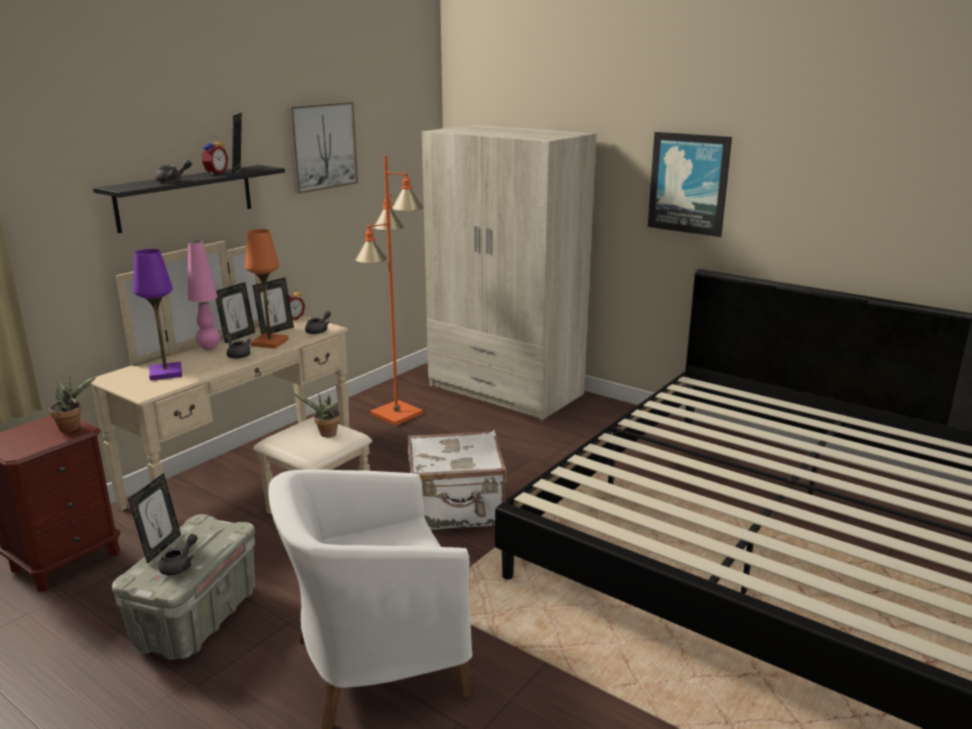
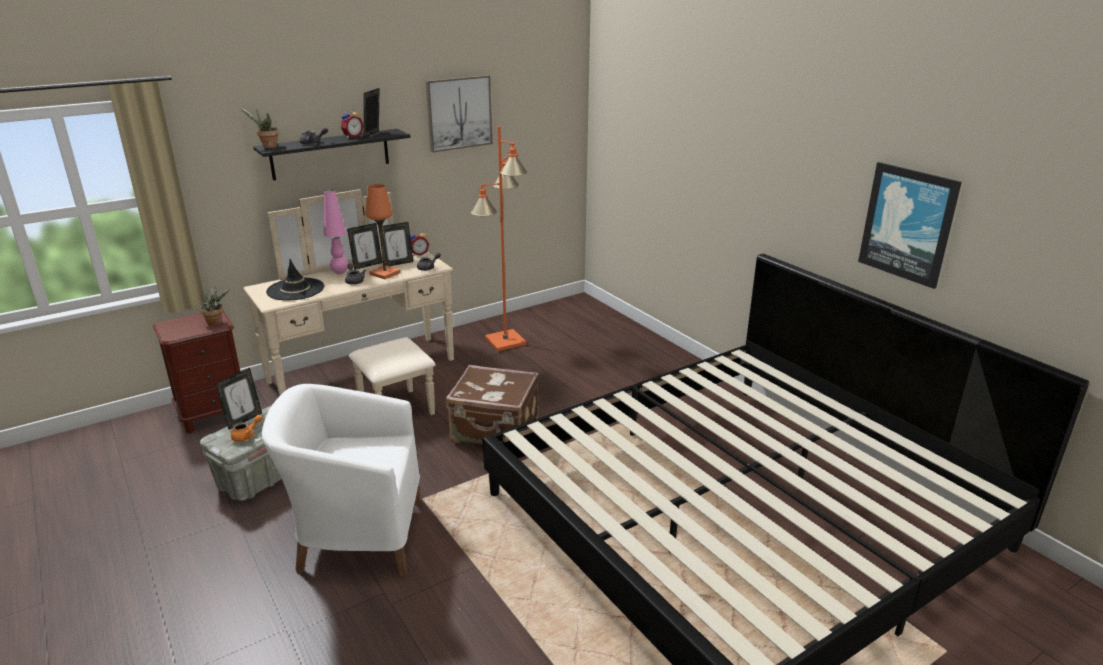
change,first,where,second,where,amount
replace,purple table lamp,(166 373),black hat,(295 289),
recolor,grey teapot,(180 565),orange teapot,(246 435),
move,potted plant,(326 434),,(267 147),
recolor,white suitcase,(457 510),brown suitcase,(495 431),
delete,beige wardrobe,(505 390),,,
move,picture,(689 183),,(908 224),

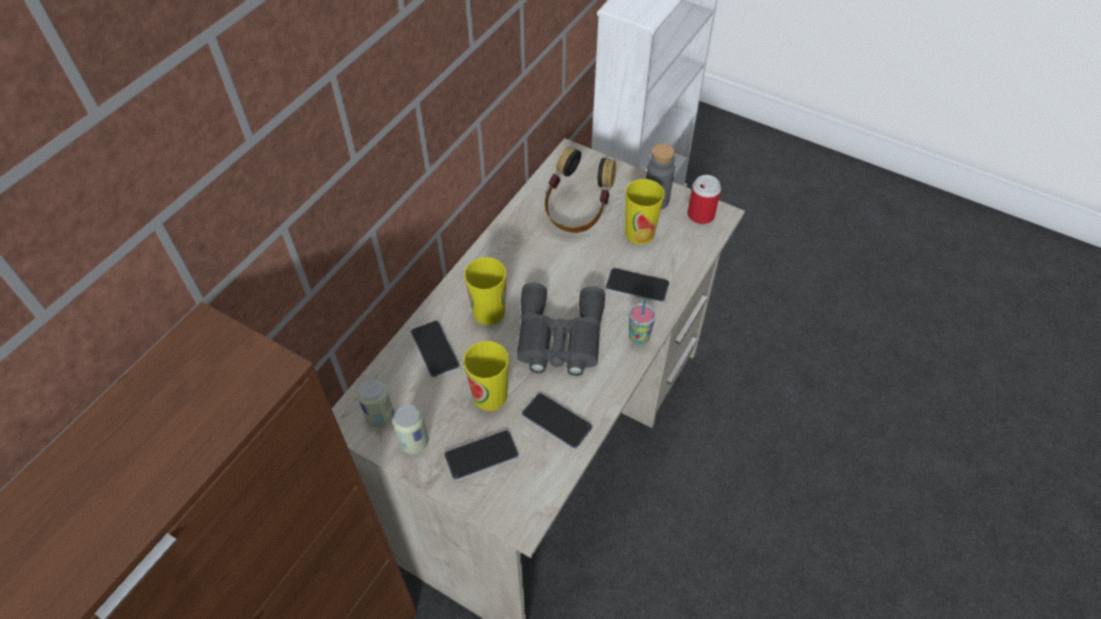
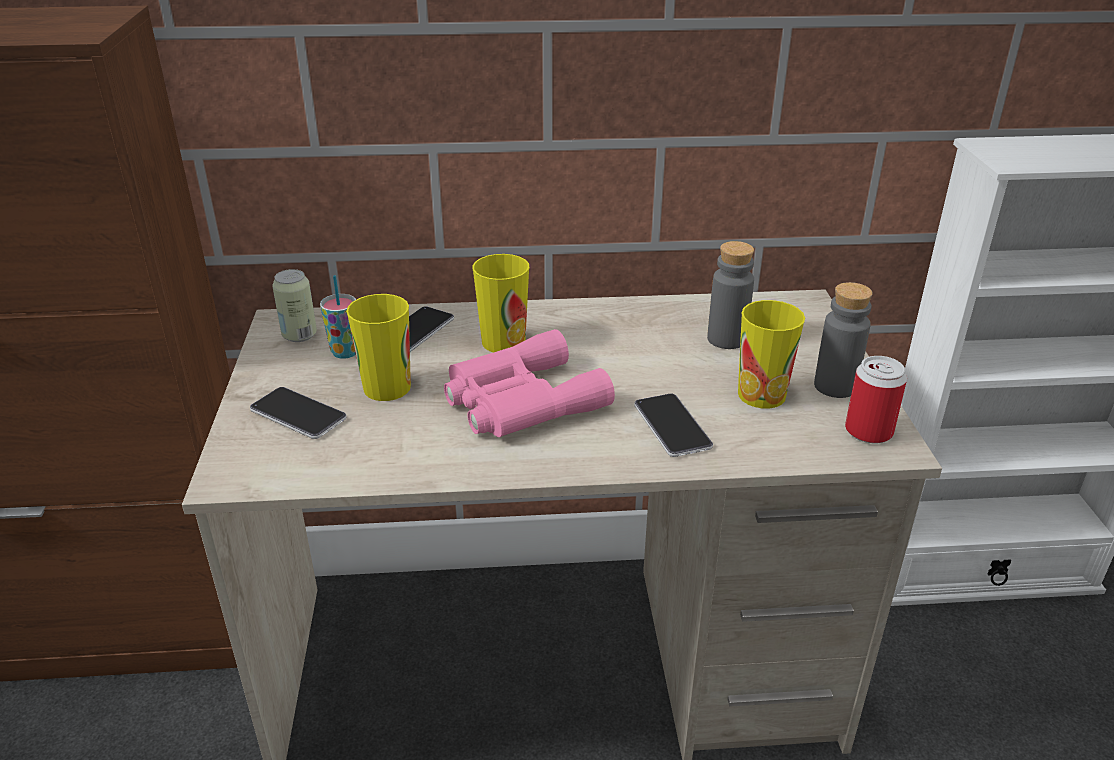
change,first,where,second,where,amount
delete,can,(414 442),,,
recolor,grey binoculars,(559 338),pink binoculars,(519 400),
delete,phone,(556 421),,,
replace,headphones,(577 212),grey bottle,(726 339),
move,cup,(638 338),,(345 352),

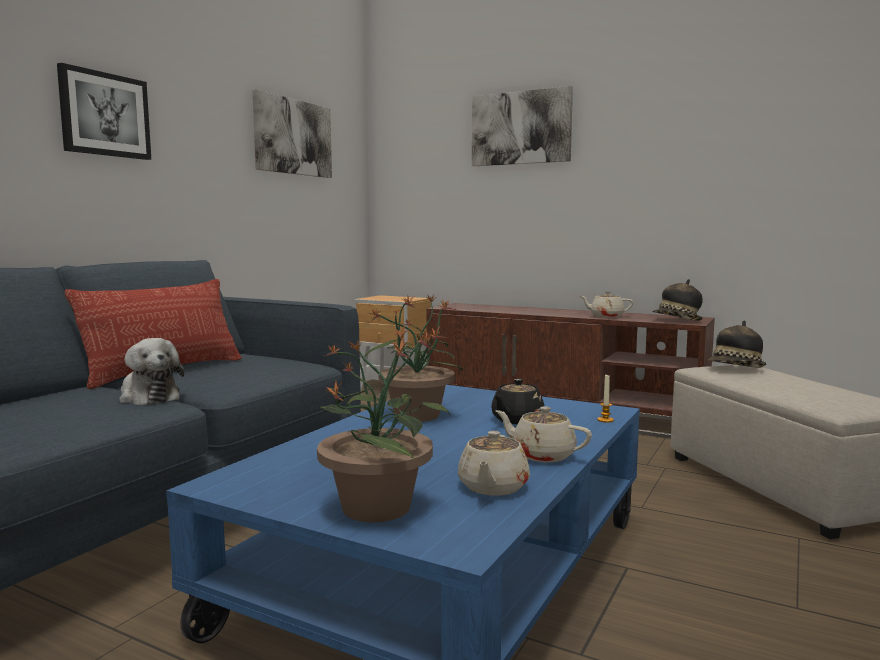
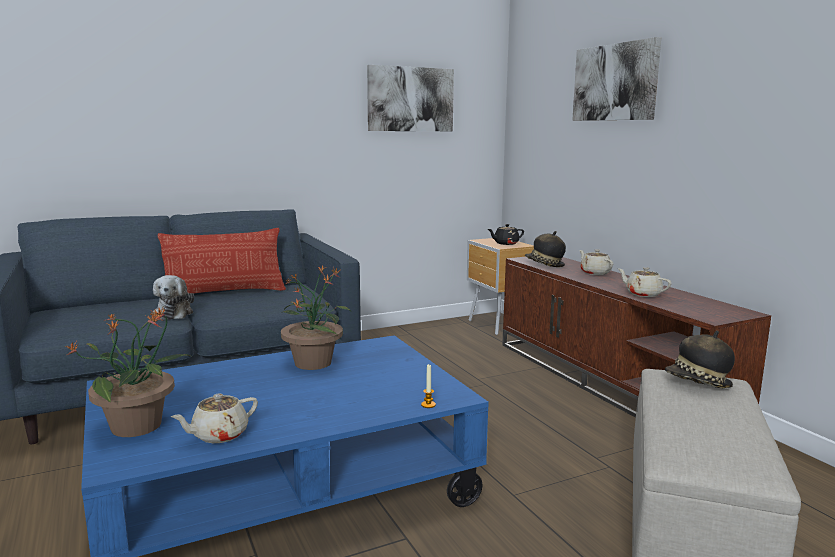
change,first,where,second,where,amount
delete,picture,(104 115),,,
move,black teapot,(516 420),,(505 243),
move,beige teapot,(542 455),,(594 273),
move,hat,(677 320),,(544 265),

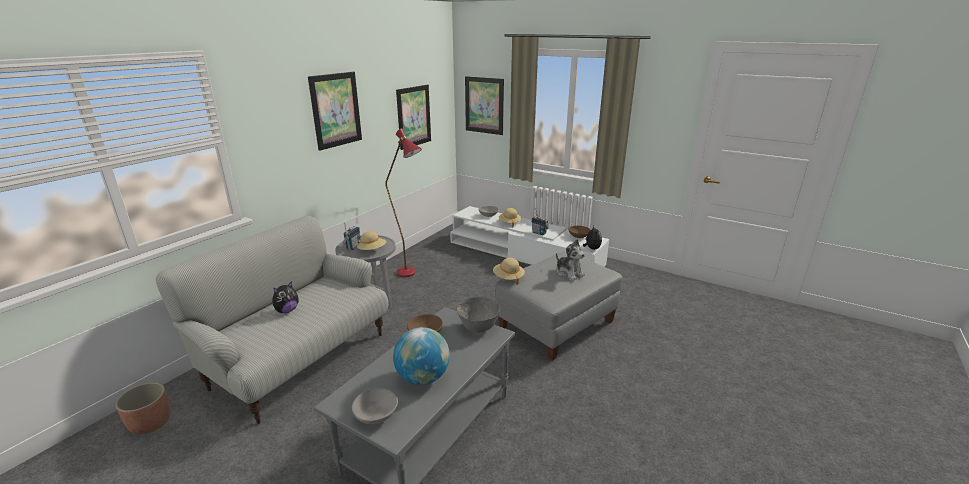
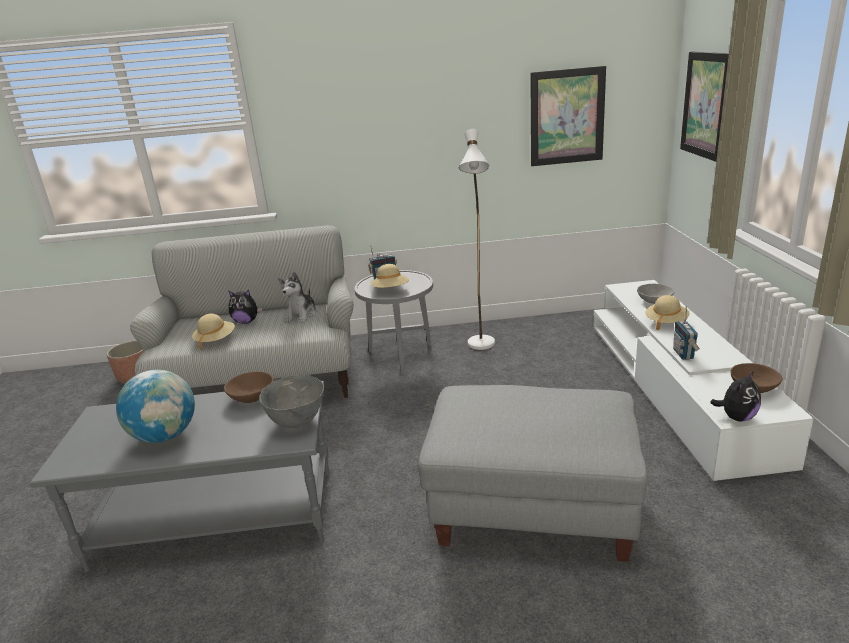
change,first,where,second,where,amount
delete,picture,(336 110),,,
delete,grey bowl,(376 415),,,
recolor,red floor lamp,(411 275),white floor lamp,(482 348),
move,beige hat,(508 278),,(215 340),
move,plush toy,(569 273),,(302 315),

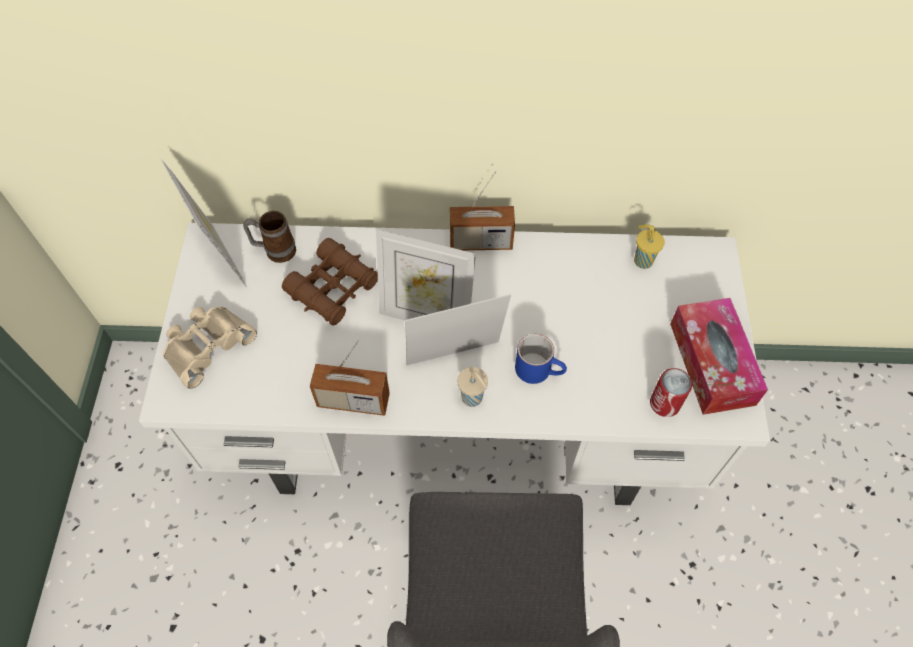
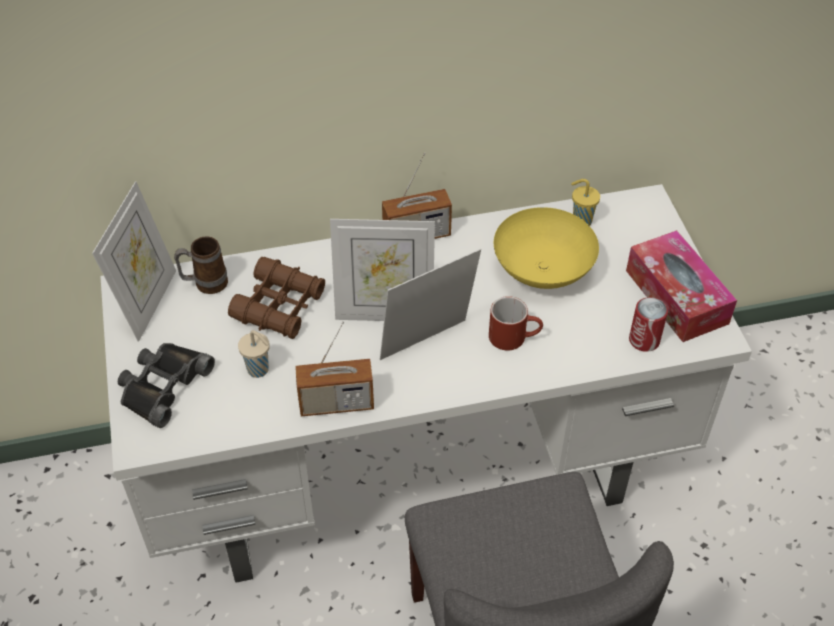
change,first,where,second,where,amount
rotate,picture frame,(220 259),,(148 303),60 degrees clockwise
recolor,beige binoculars,(206 345),black binoculars,(162 385),
move,beige cup,(473 398),,(259 370),
recolor,blue mug,(540 370),red mug,(514 336),
insert,,,yellow bowl,(542 272),

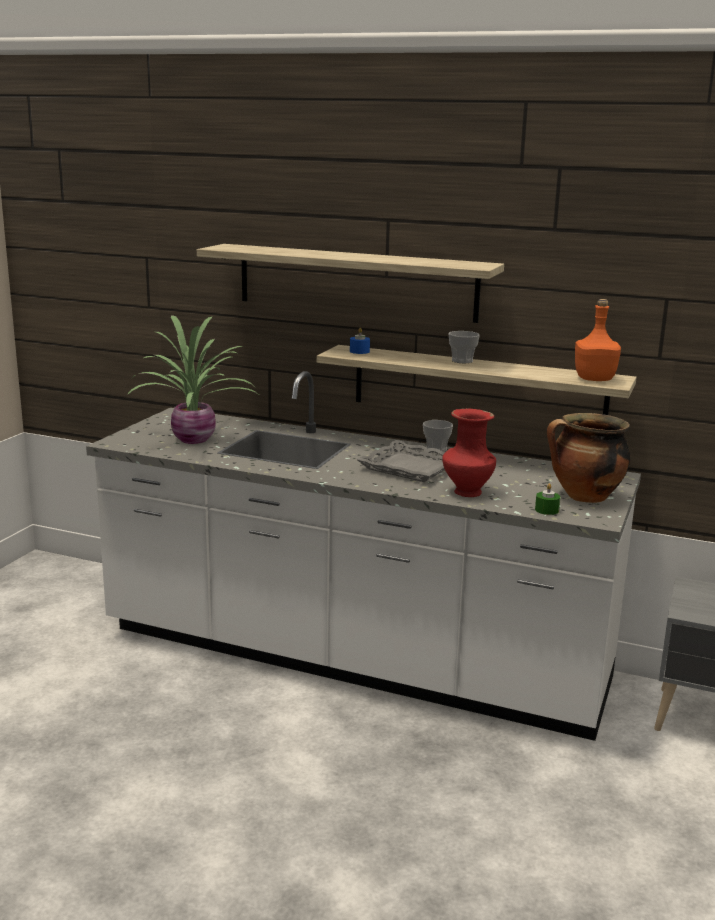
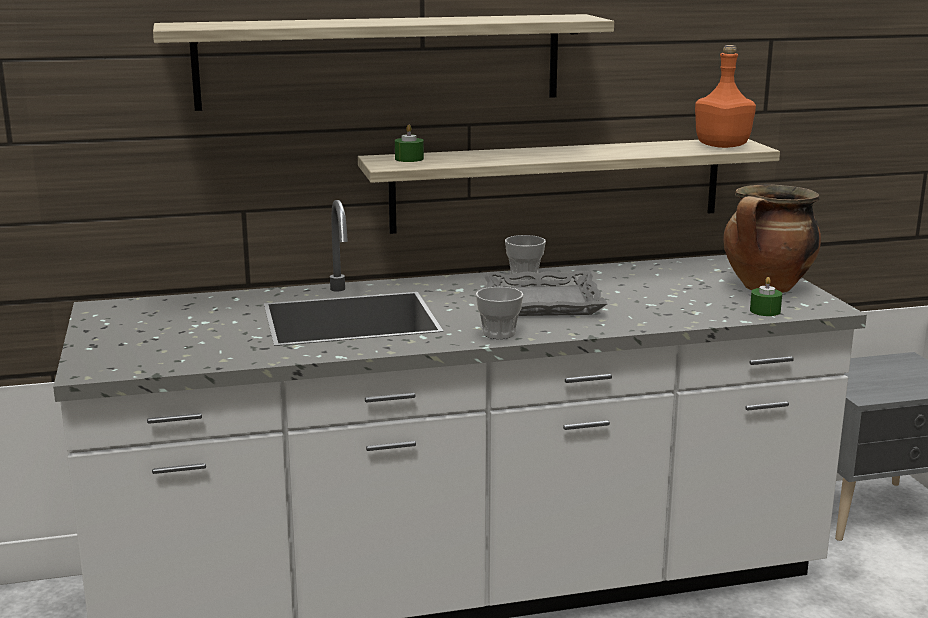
change,first,where,second,where,amount
delete,potted plant,(195 439),,,
recolor,blue candle,(359 351),green candle,(409 159),
delete,red vase,(466 492),,,
move,cup,(462 361),,(499 333),

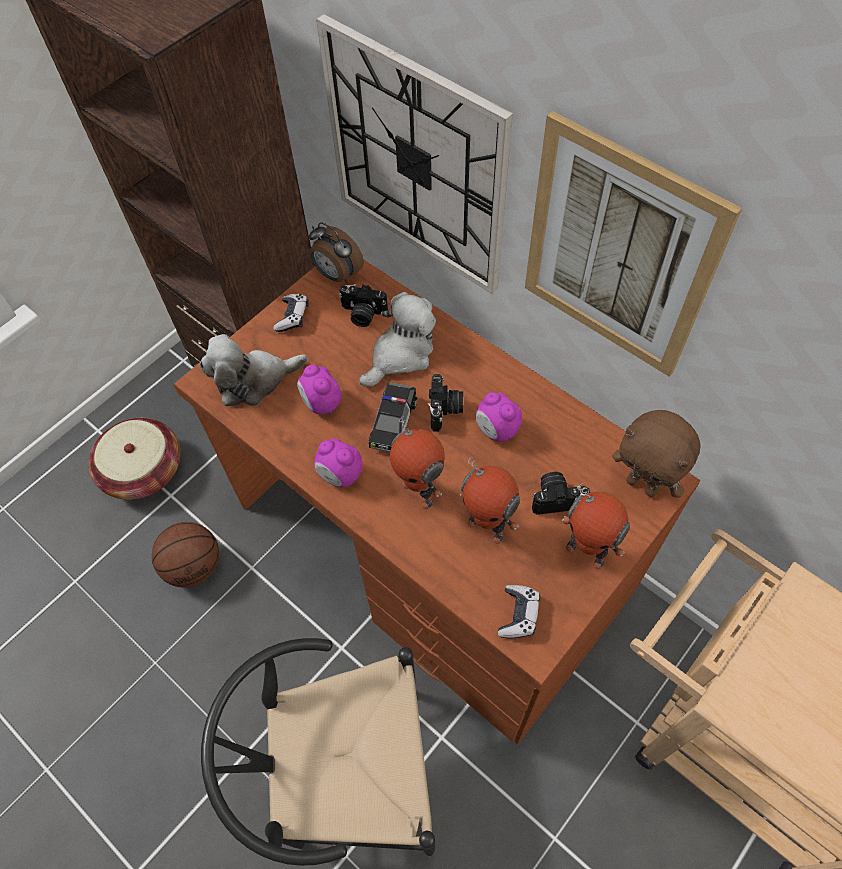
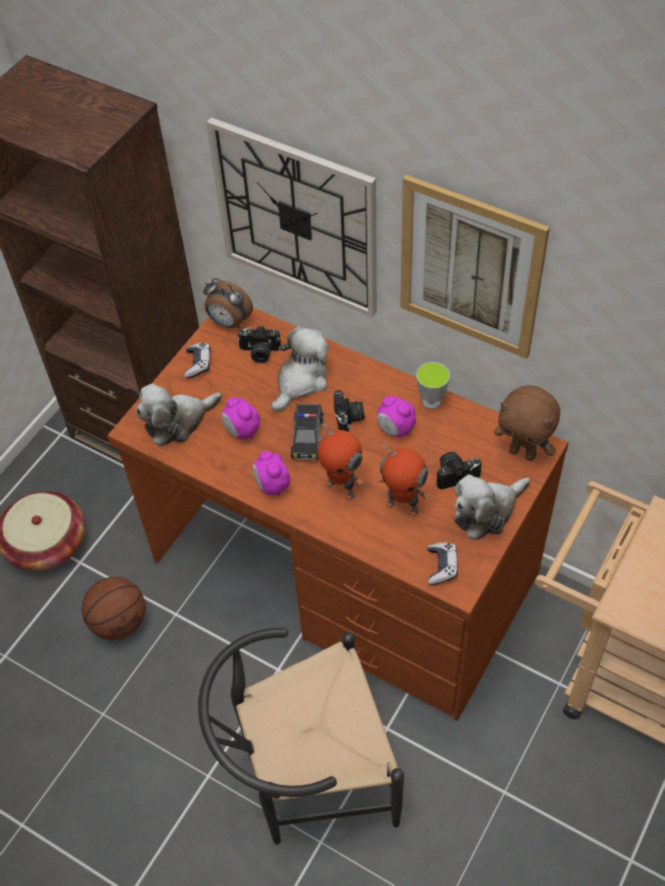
change,first,where,second,where,amount
rotate,alarm clock,(340 475),,(272 486),45 degrees clockwise
replace,toy robot,(586 552),plush toy,(487 511),
insert,,,cup,(431 402),

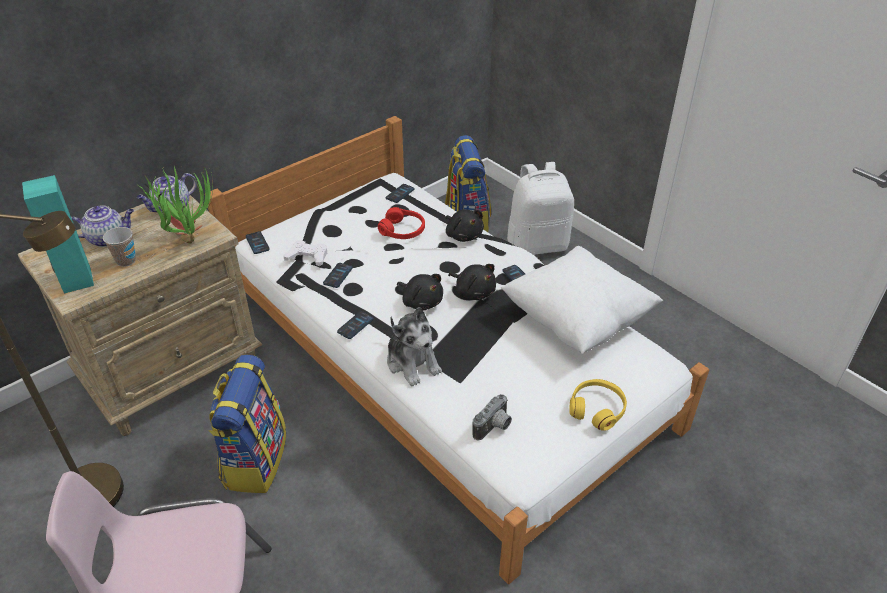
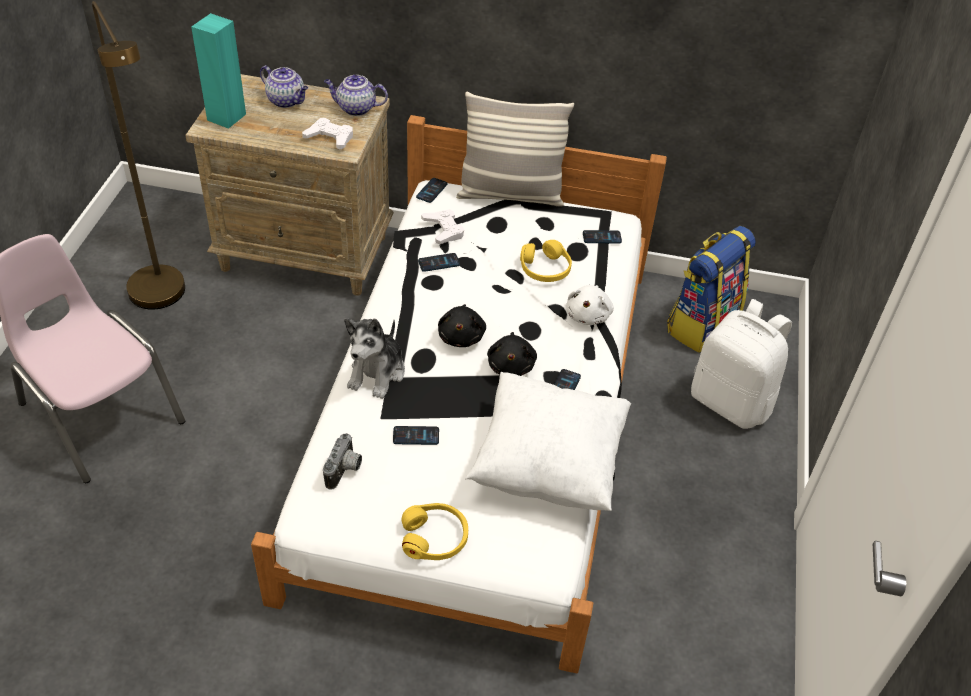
change,first,where,second,where,amount
delete,cup,(126 261),,,
replace,potted plant,(187 236),white game controller,(330 138),
delete,backpack,(254 459),,,
move,phone,(355 325),,(416 436),
recolor,red headphones,(403 230),yellow headphones,(545 269),
recolor,black plush toy,(463 235),white plush toy,(588 315),
rotate,photo camera,(494 428),,(345 471),75 degrees counterclockwise
insert,,,pillow,(510 195),

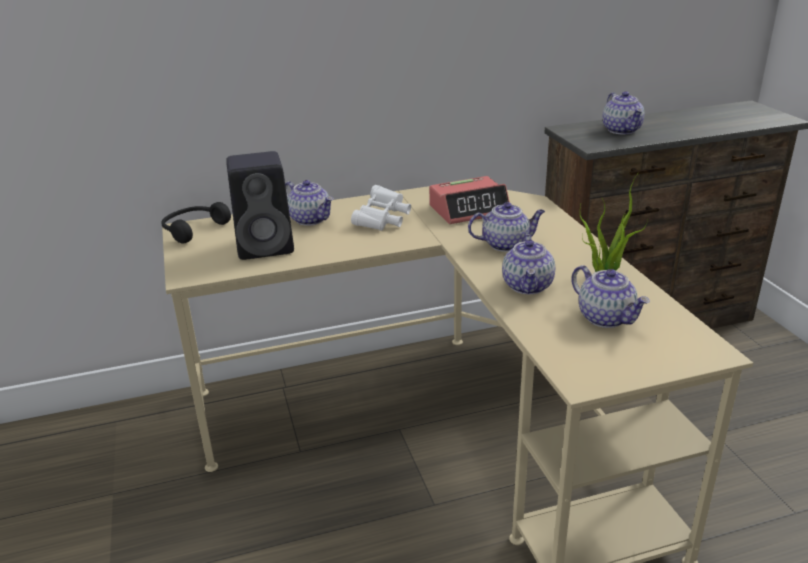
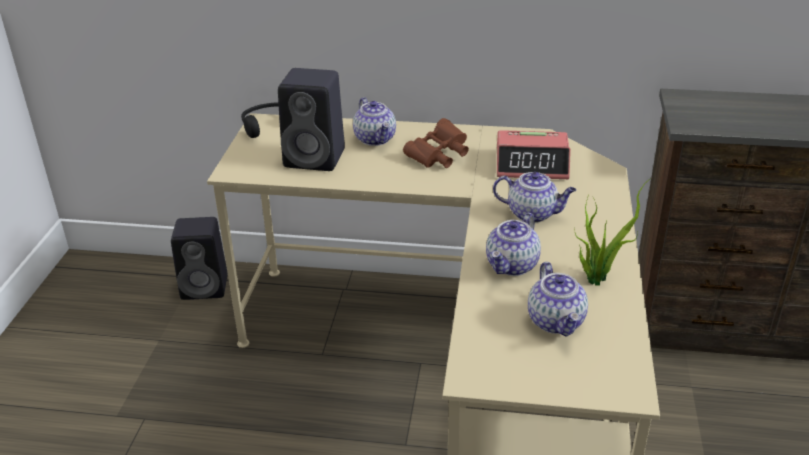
change,first,where,second,where,amount
recolor,white binoculars,(383 220),brown binoculars,(439 156),
delete,teapot,(622 130),,,
insert,,,black speaker,(206 287),

